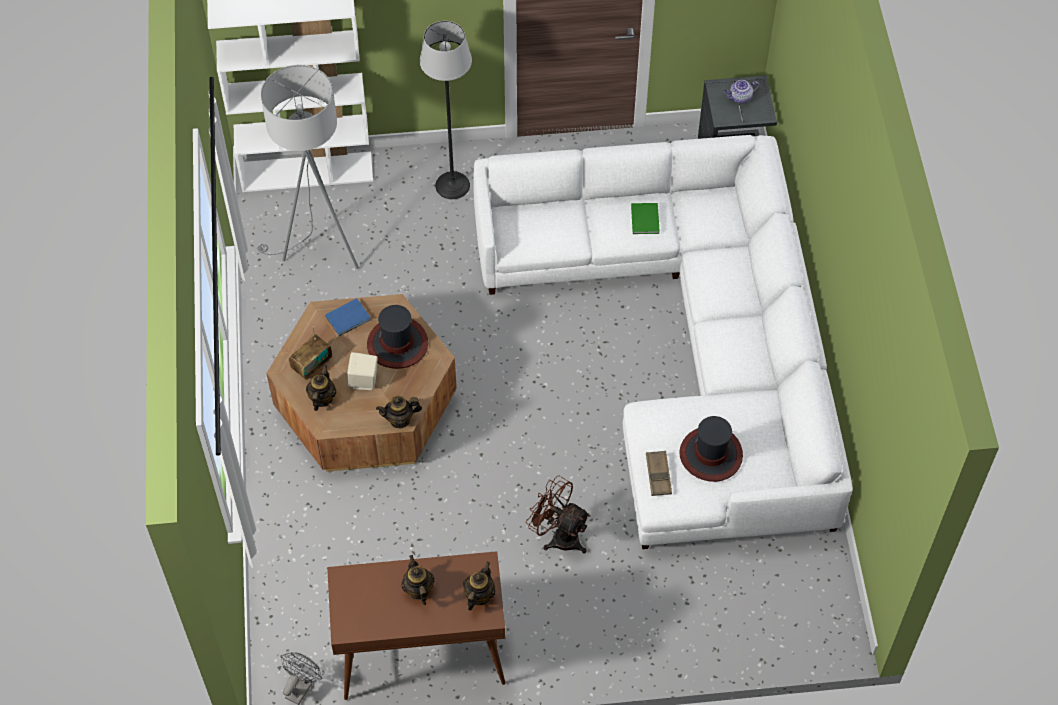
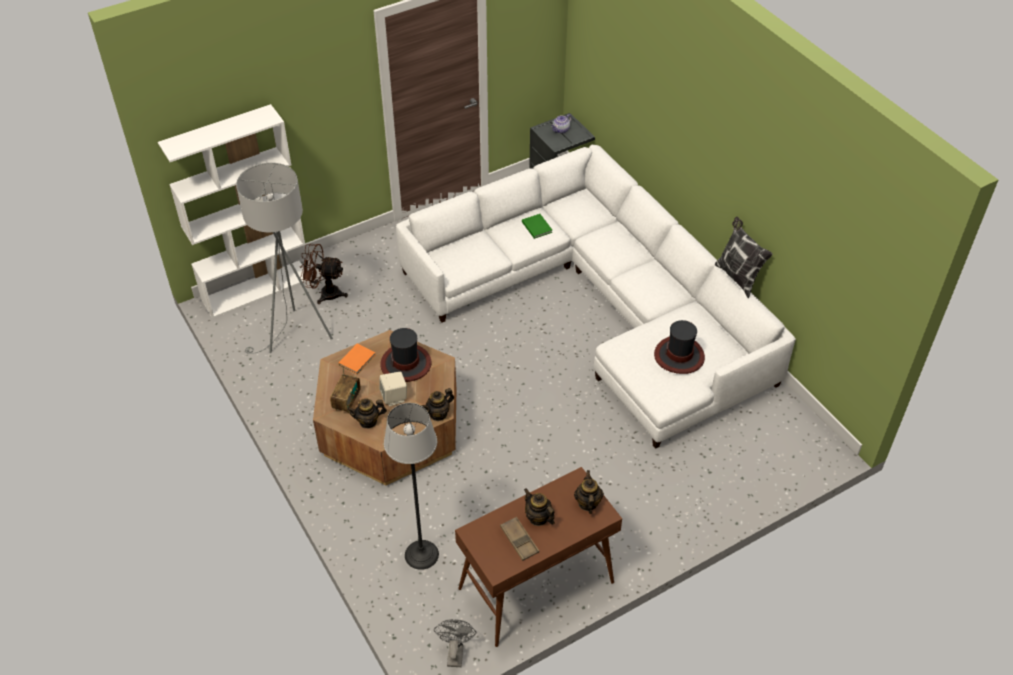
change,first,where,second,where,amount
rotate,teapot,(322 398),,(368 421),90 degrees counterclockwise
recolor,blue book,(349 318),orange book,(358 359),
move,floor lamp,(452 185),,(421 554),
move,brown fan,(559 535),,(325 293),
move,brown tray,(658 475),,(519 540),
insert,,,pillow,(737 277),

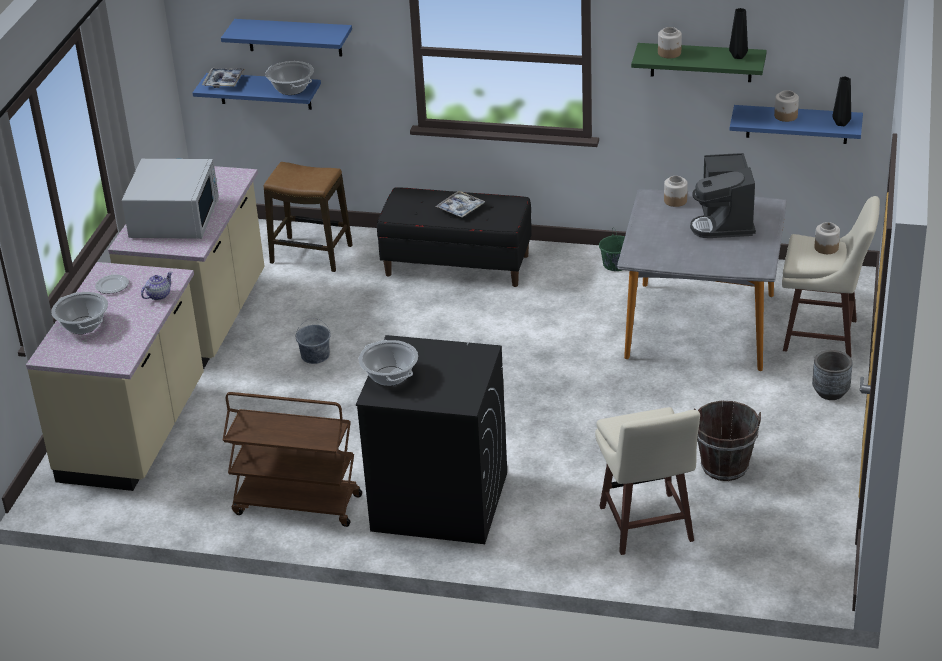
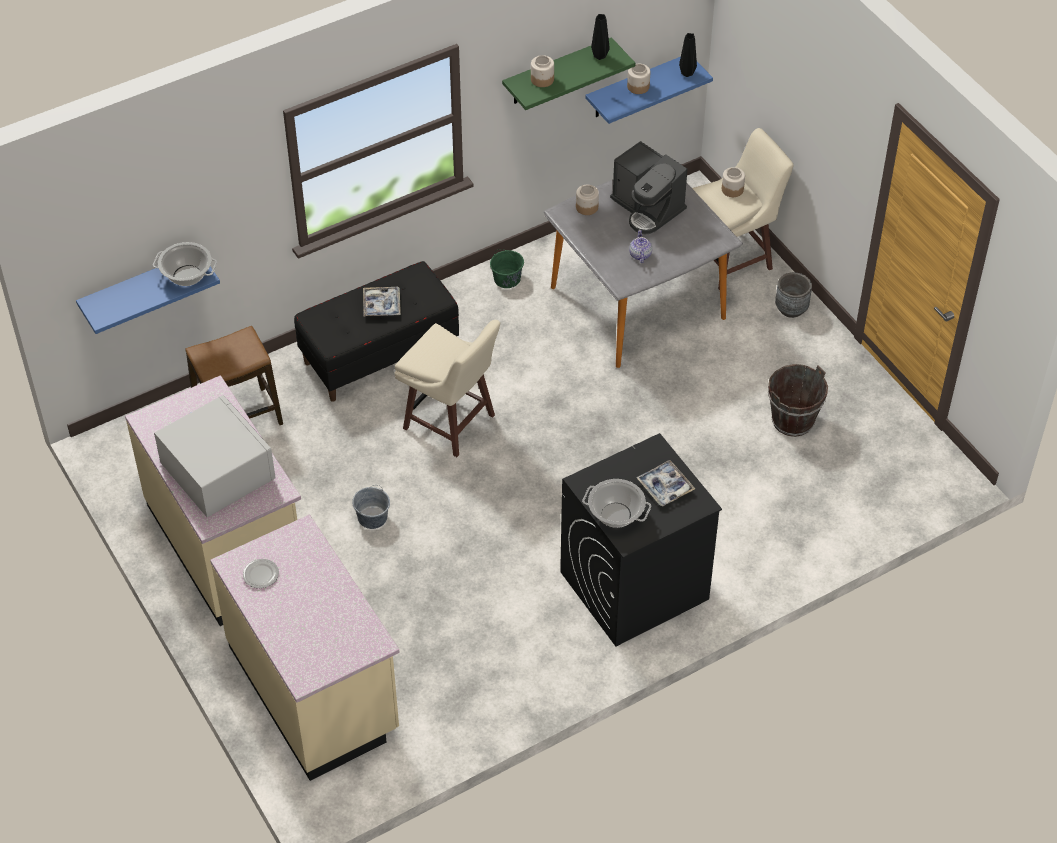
change,first,where,second,where,amount
delete,cooking pot,(83 325),,,
move,teapot,(159 295),,(640 254),
move,tray,(224 81),,(665 487),
delete,blue shelf,(294 37),,,
delete,brown cart,(296 505),,,
move,beige stool,(646 526),,(451 424),

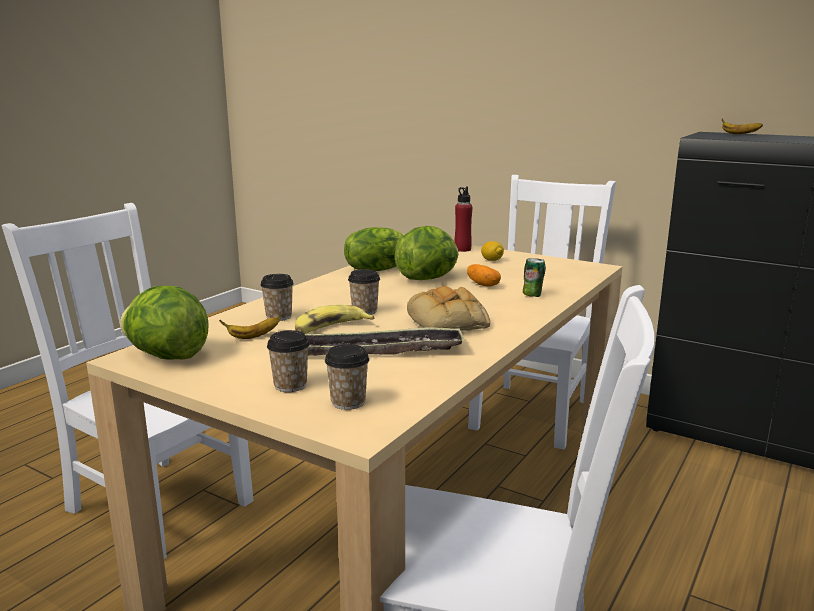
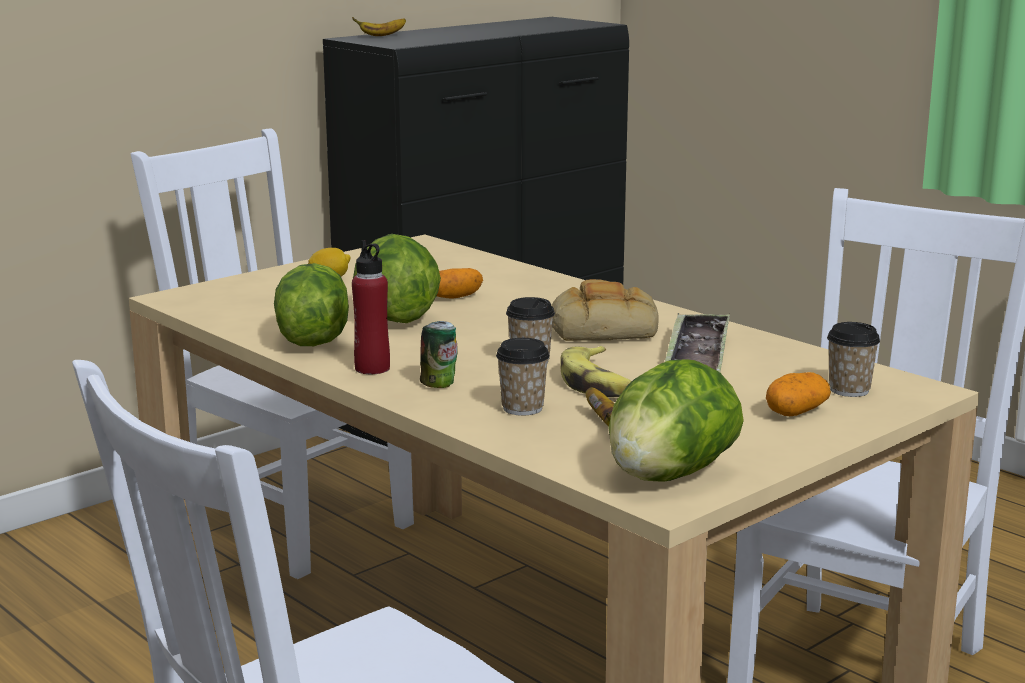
change,first,where,second,where,amount
replace,cup,(290 385),potato,(796 412),
move,red bottle,(462 249),,(372 368),
move,can,(532 295),,(440 384),

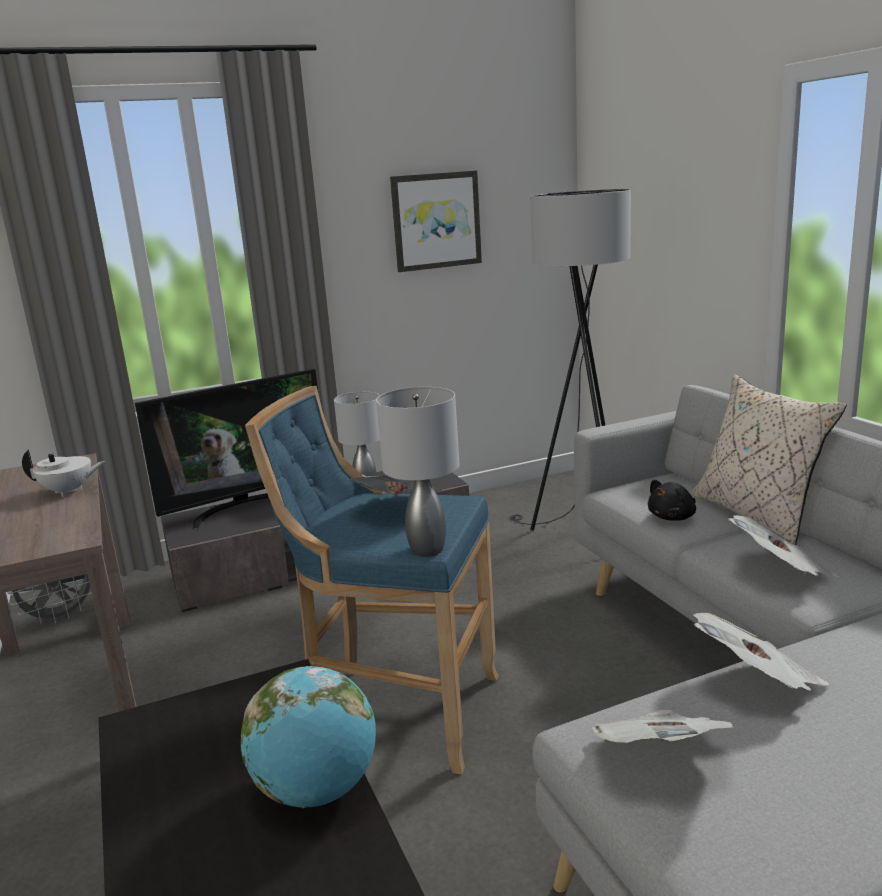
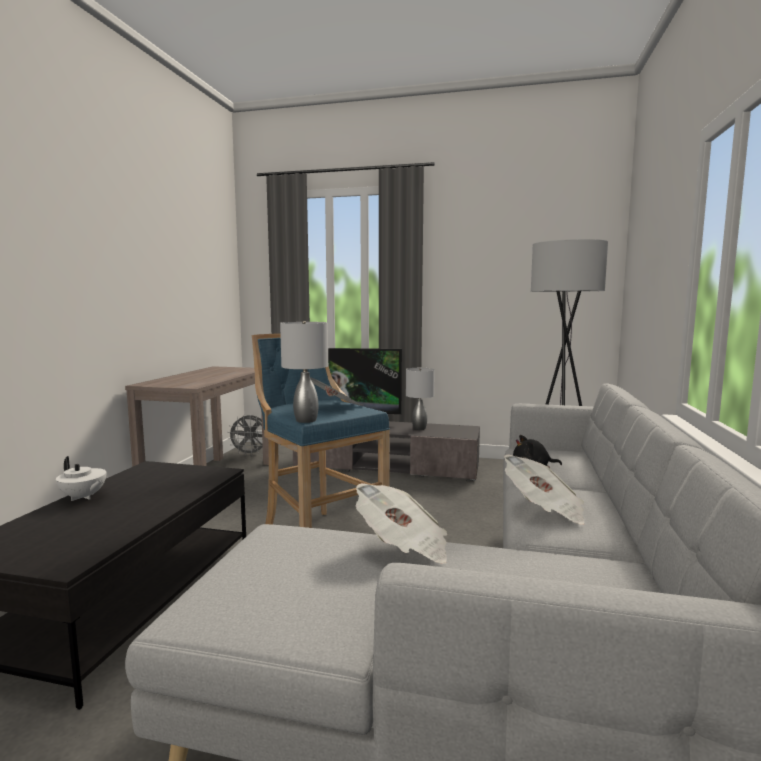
change,first,where,second,where,amount
move,white teapot,(68 491),,(83 497),
delete,globe,(317 790),,,
delete,picture,(436 221),,,
delete,newspaper,(658 757),,,
delete,beige pillow,(758 515),,,

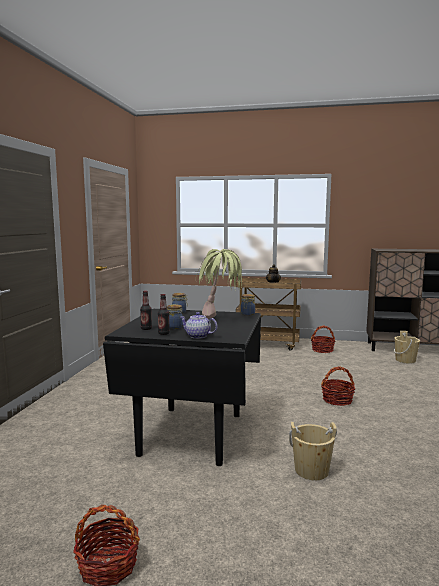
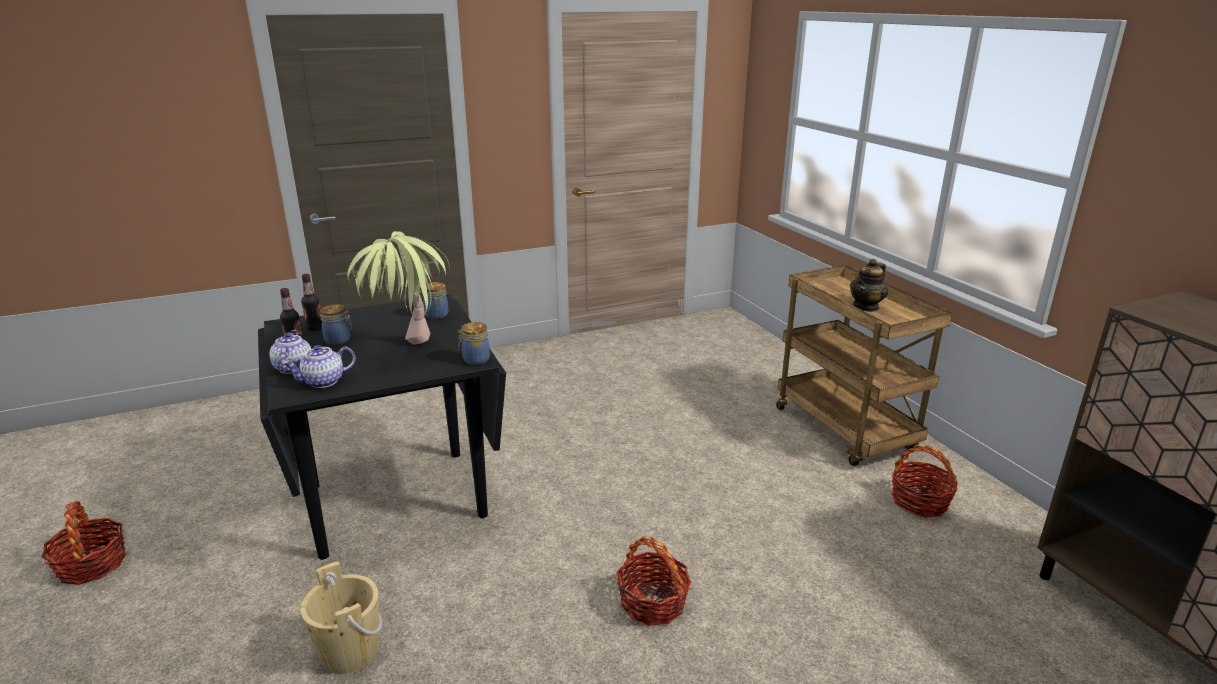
change,first,where,second,where,amount
delete,beige bucket,(405 360),,,
insert,,,teapot,(323 382),

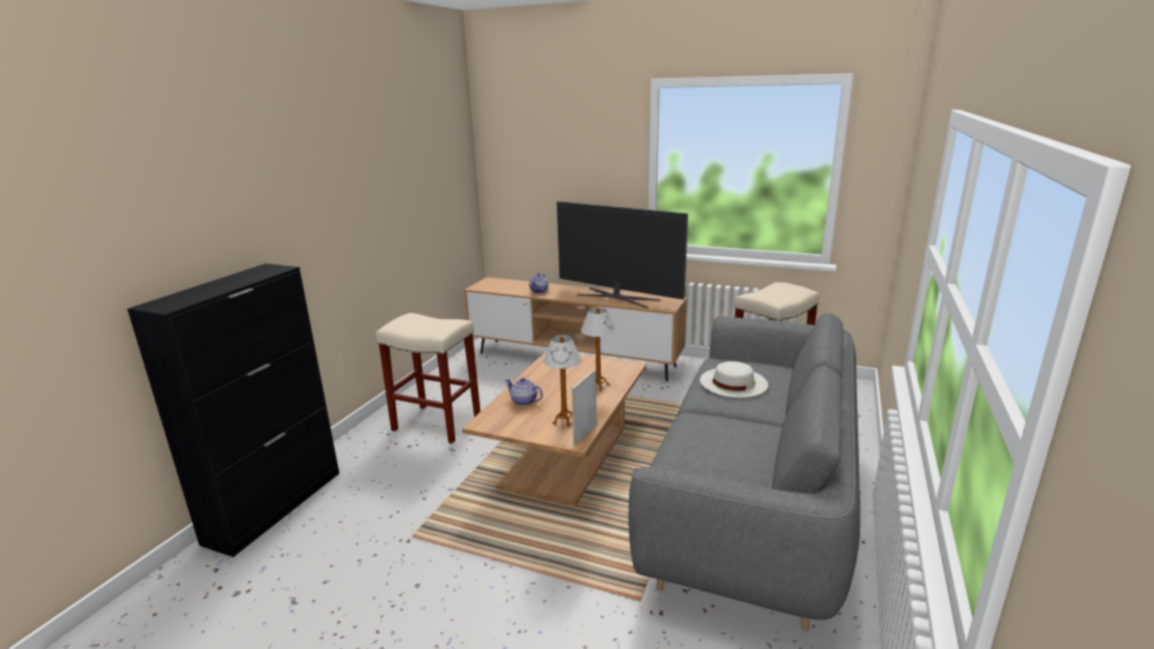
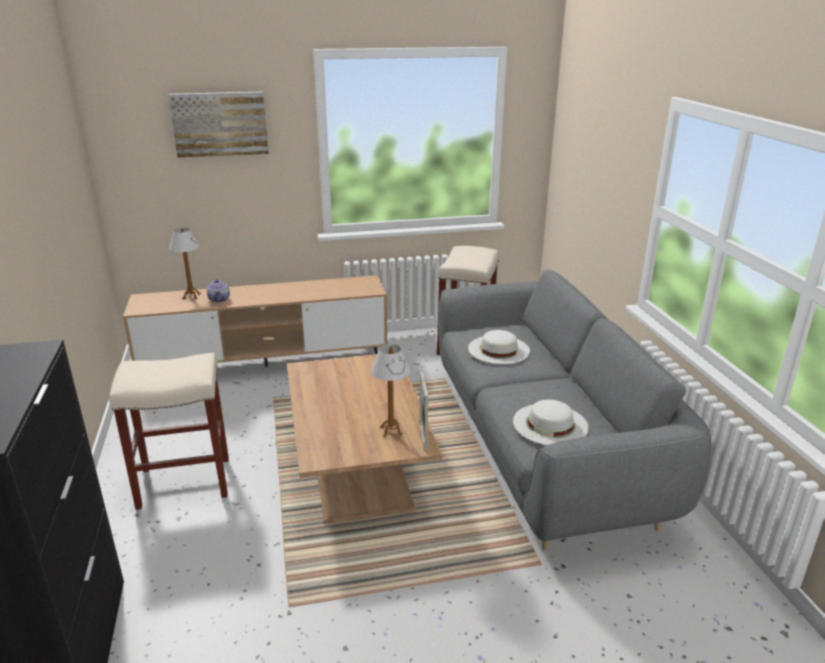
change,first,where,second,where,amount
delete,teapot,(524 401),,,
delete,television,(618 297),,,
move,table lamp,(598 386),,(191 296),
insert,,,picture,(220 124),
insert,,,white hat,(550 424),

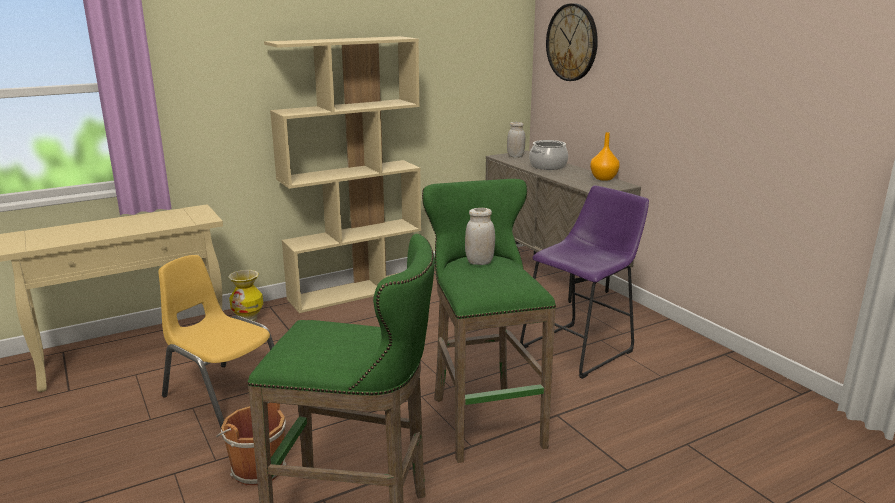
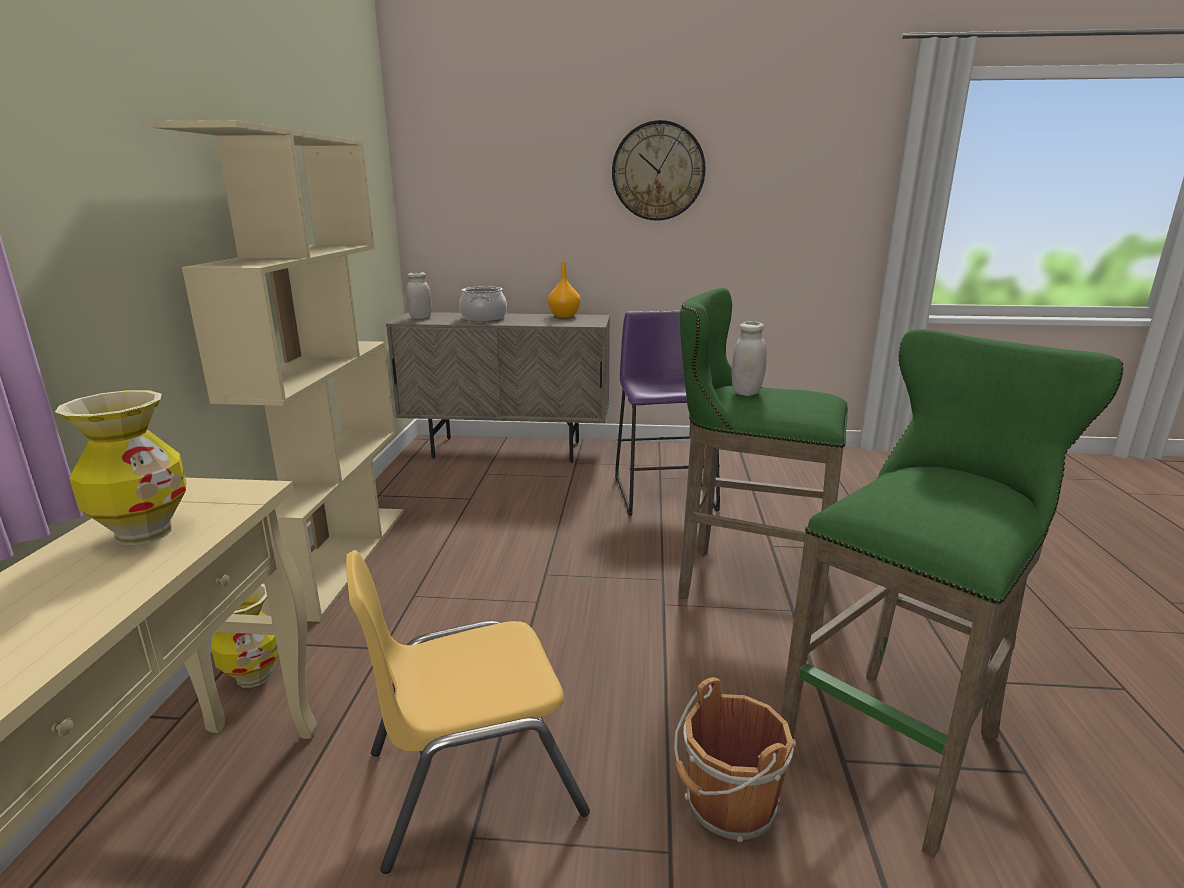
change,first,where,second,where,amount
move,wall clock,(572 42),,(658 171),
insert,,,vase,(145 533),

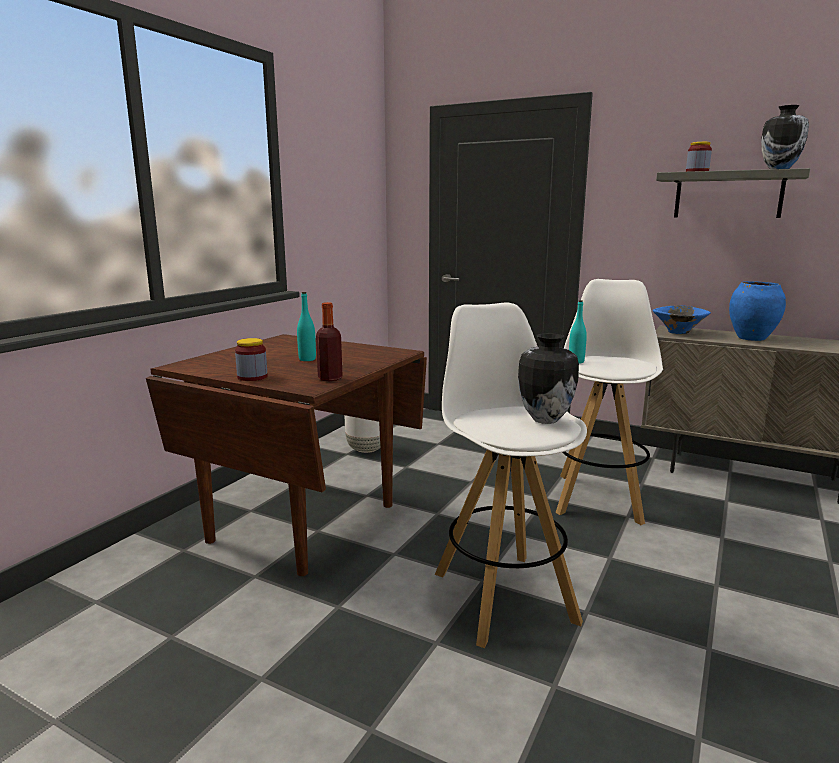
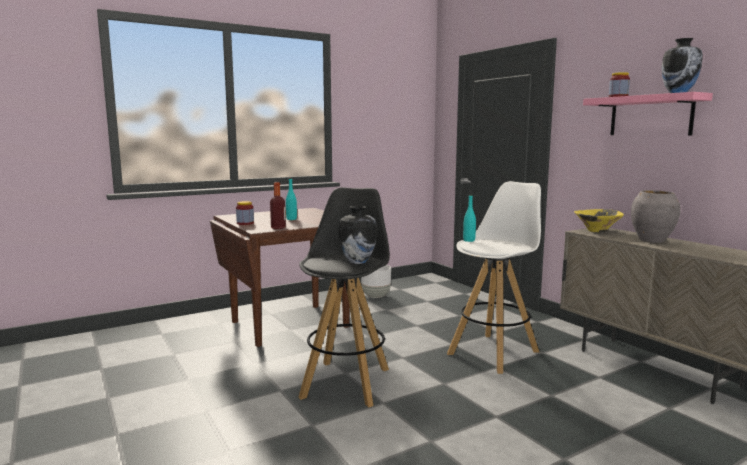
change,first,where,second,where,amount
recolor,white stool,(503 595),black stool,(346 382),
recolor,blue bowl,(678 333),yellow bowl,(596 231),
recolor,grey shelf,(728 195),pink shelf,(650 116),
recolor,blue vase,(751 338),grey vase,(652 240),

